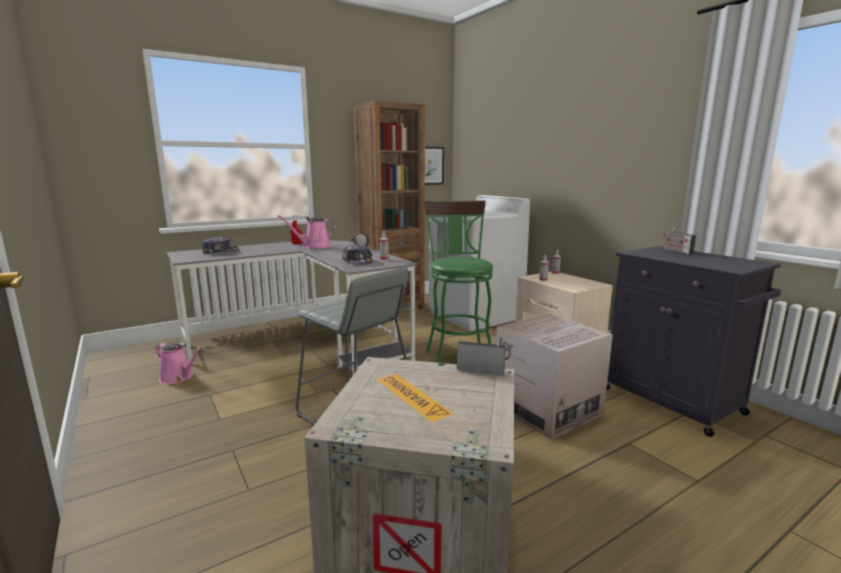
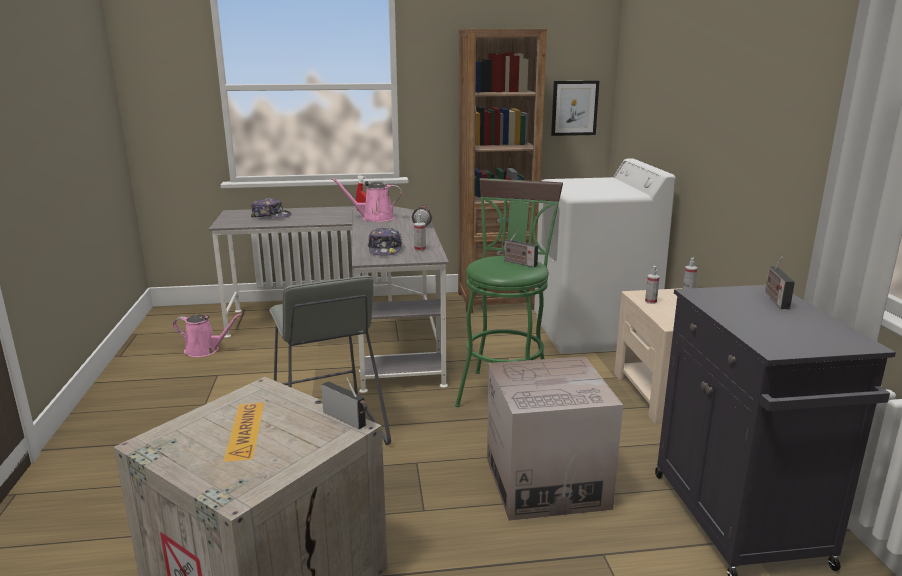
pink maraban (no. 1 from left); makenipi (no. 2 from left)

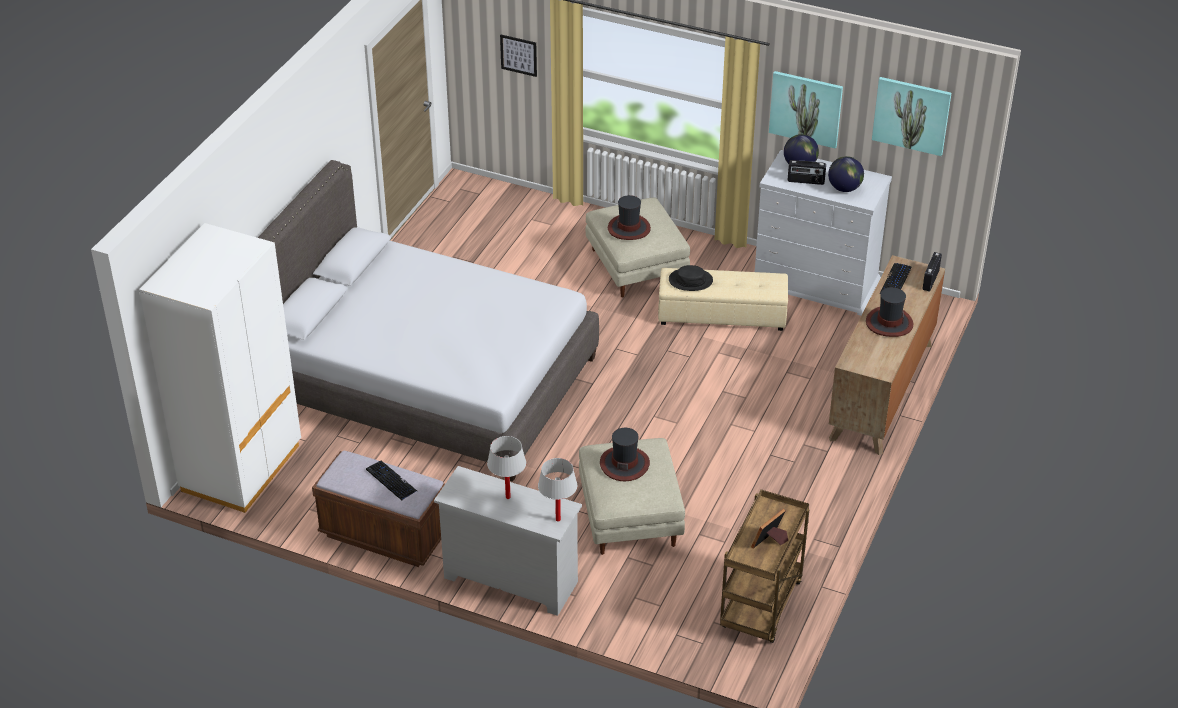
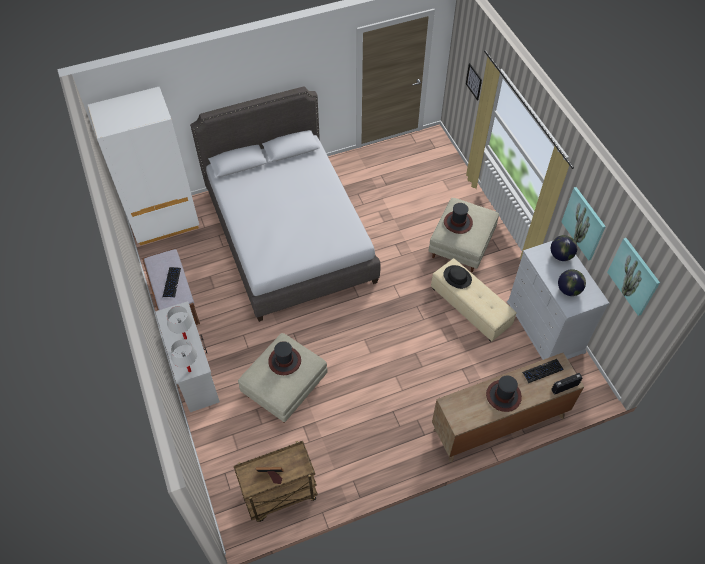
makenipi (no. 1 from left in the first image)

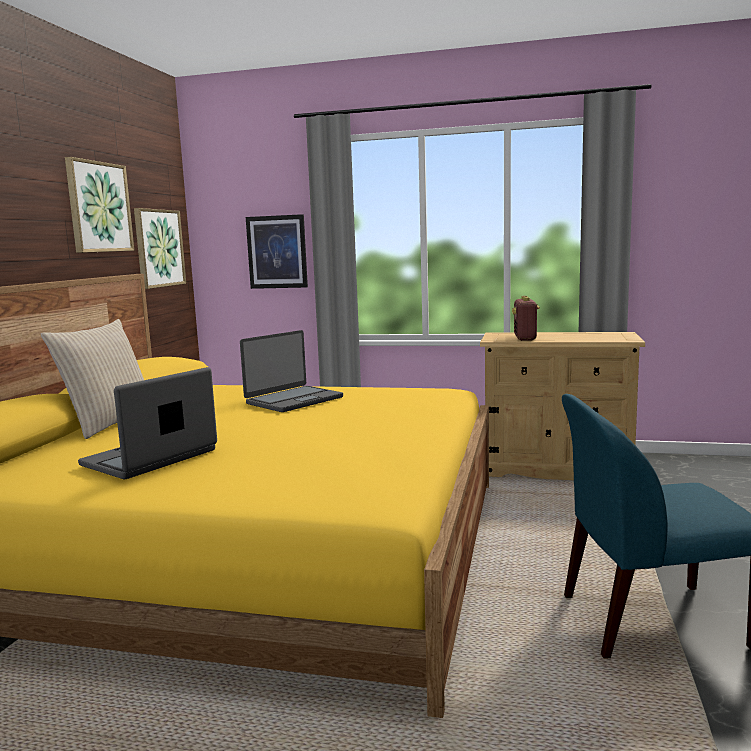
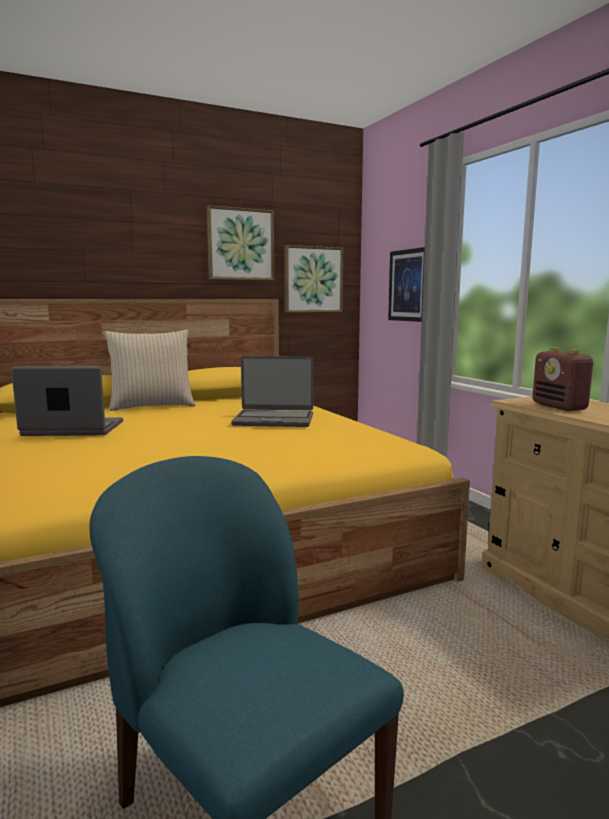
makenipi

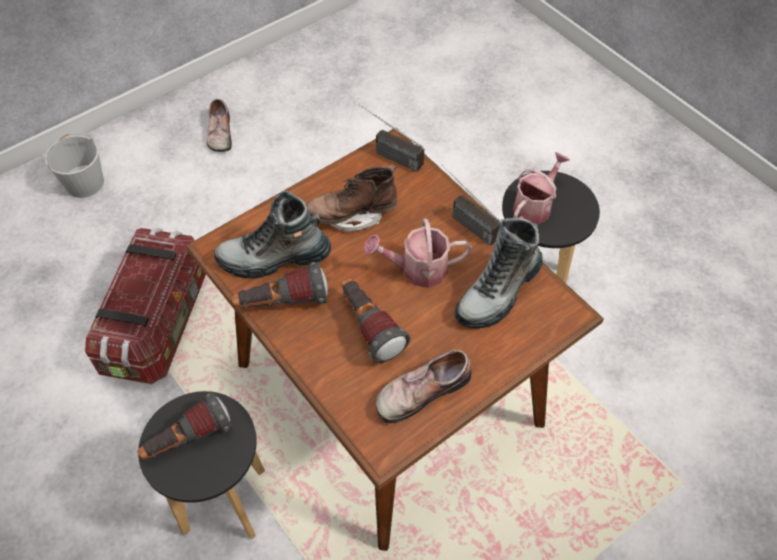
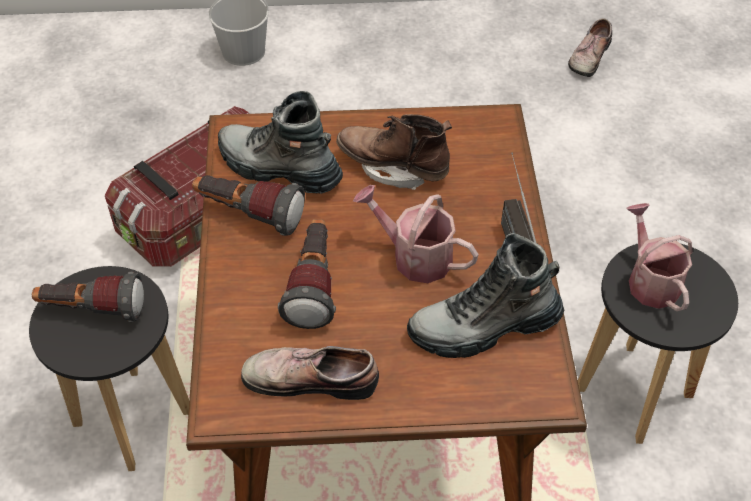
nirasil (no. 2 from left); maraban (no. 2 from left); makenipi (no. 1 from left in the first image)

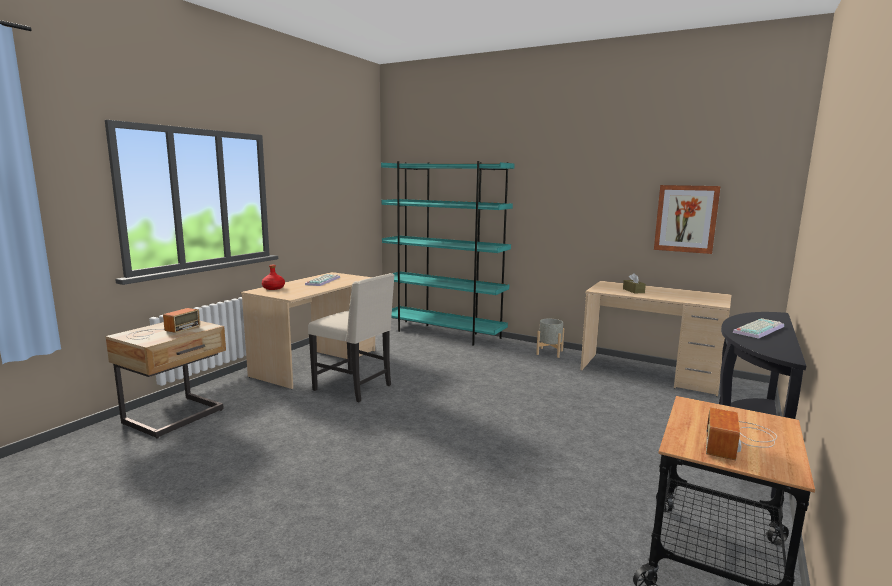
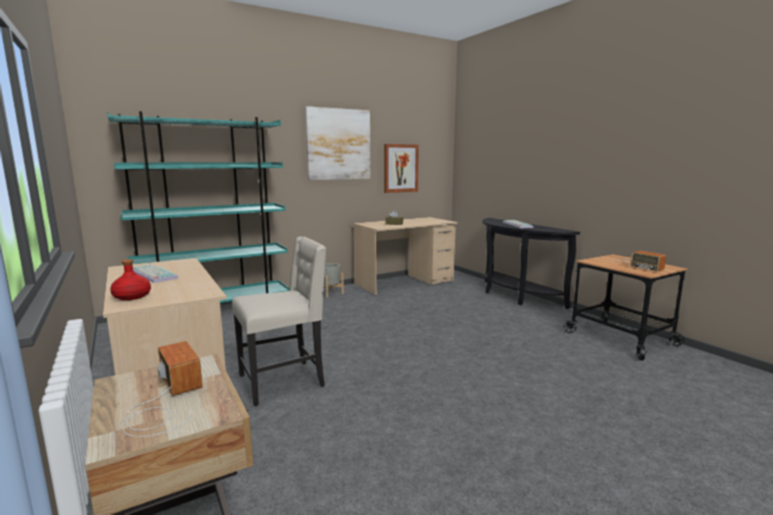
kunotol (no. 1 from left)

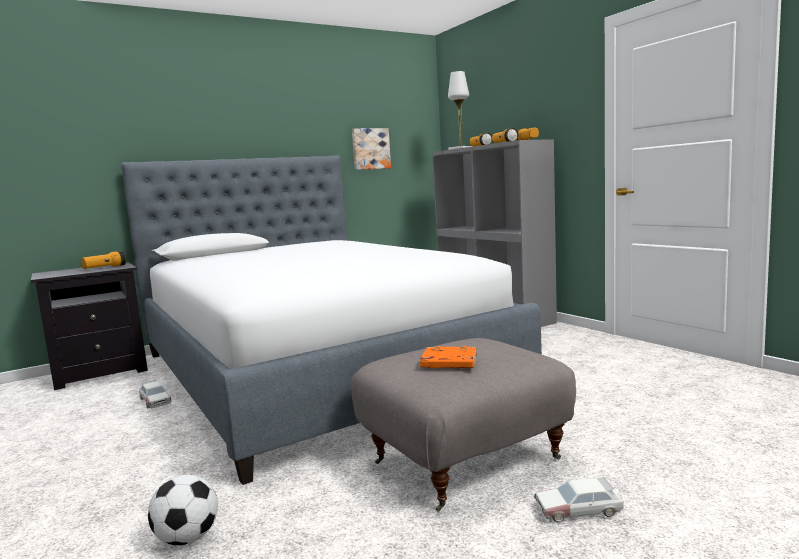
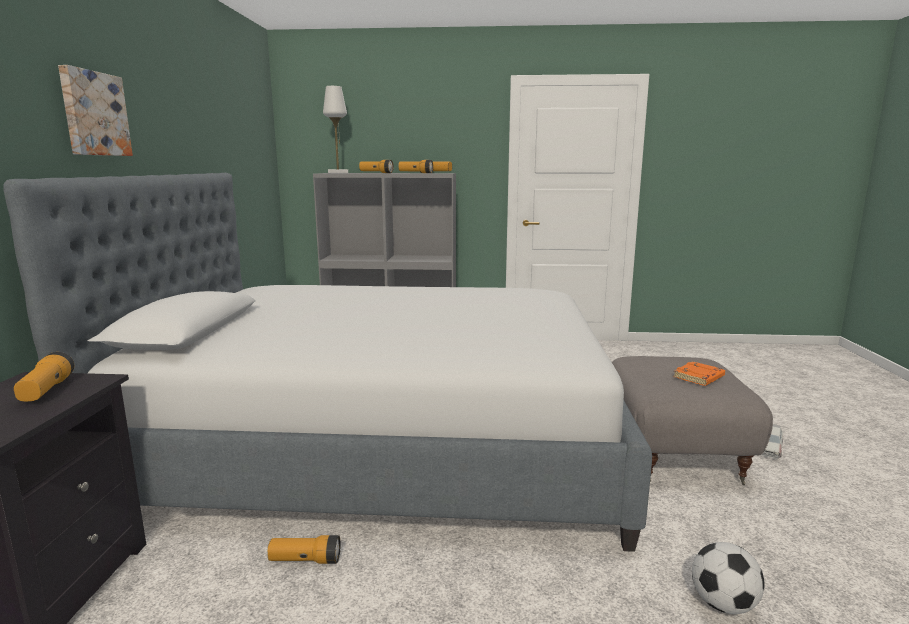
kunotol; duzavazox (no. 2 from left)

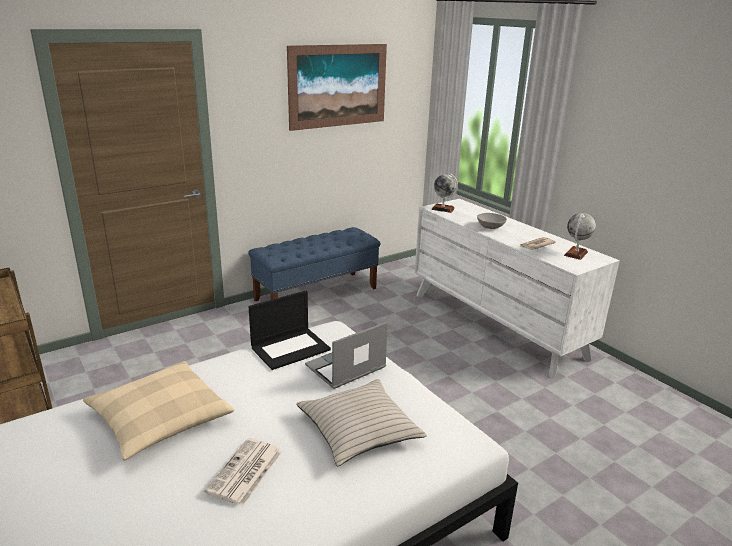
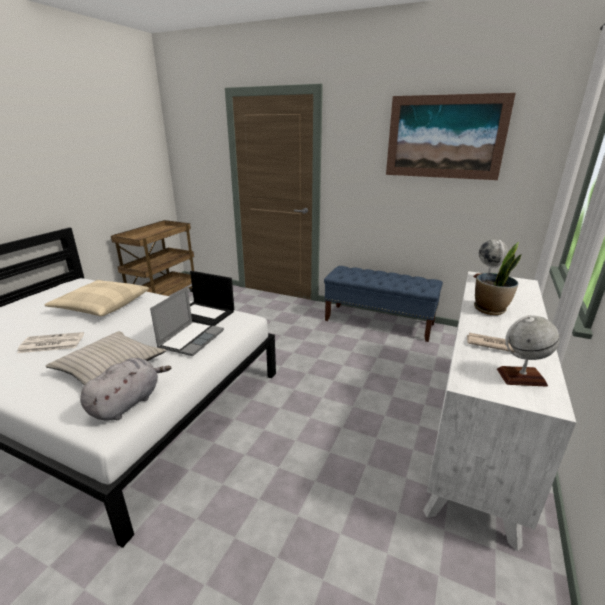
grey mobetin; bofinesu (no. 1 from left); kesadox

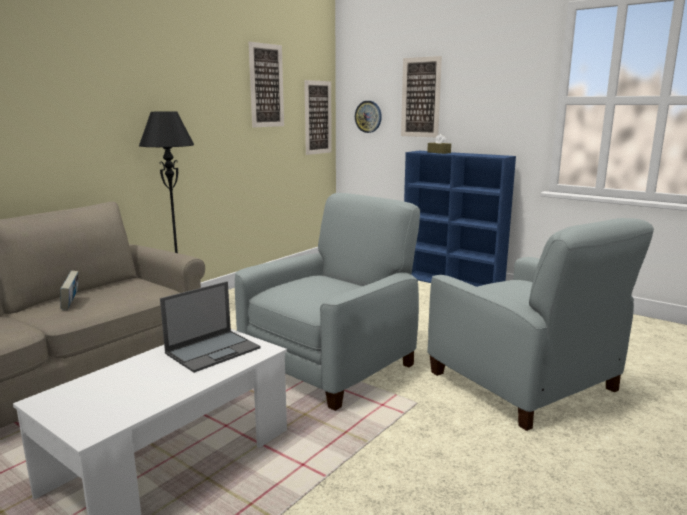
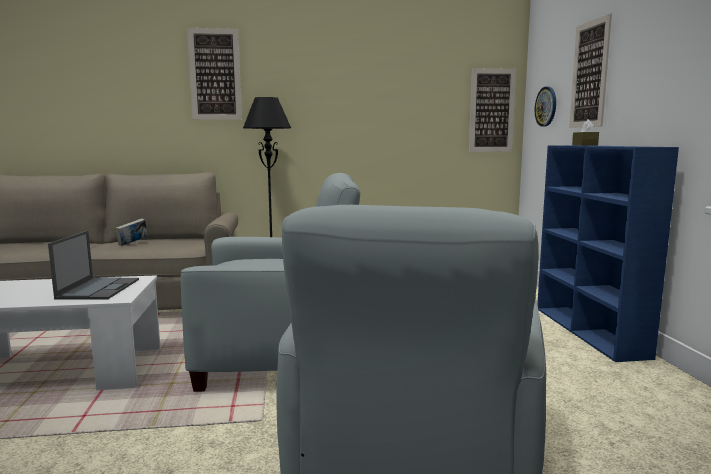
bofinesu; kunotol (no. 1 from left)

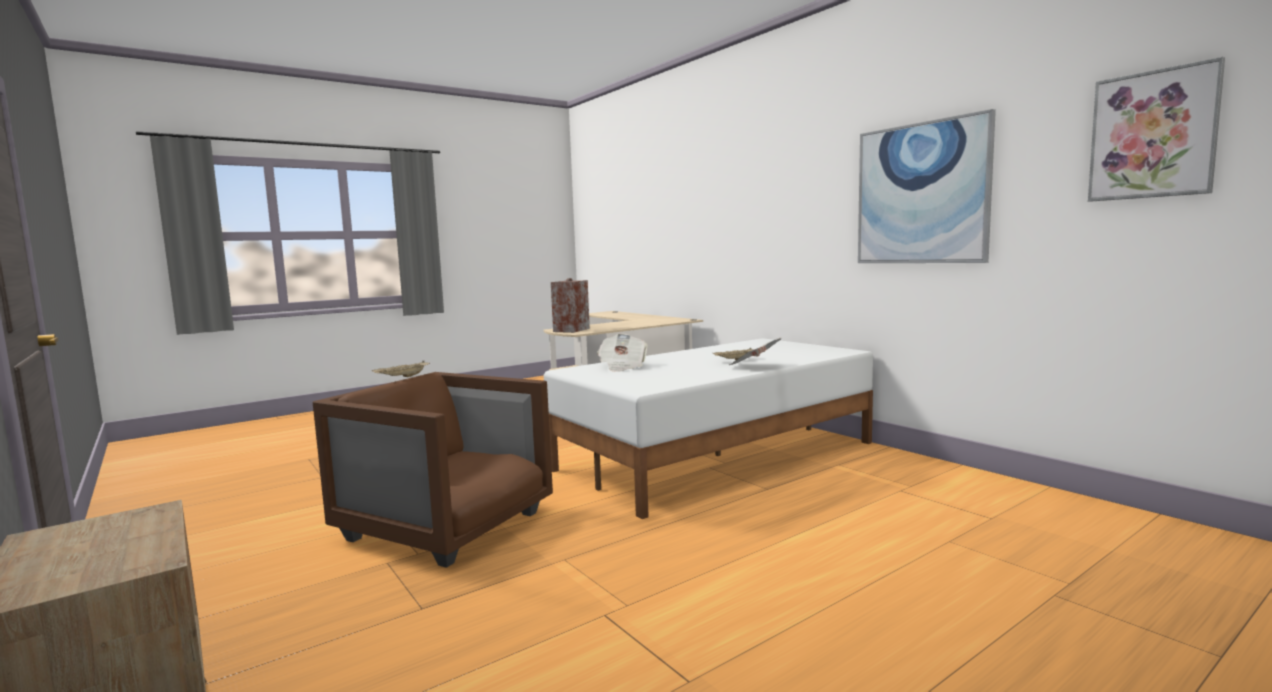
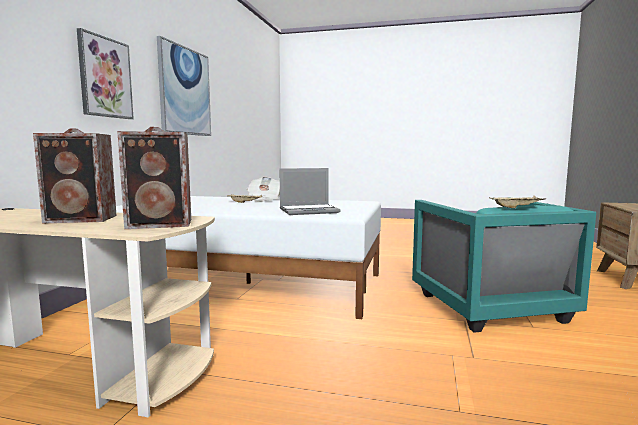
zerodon (no. 1 from left); kunotol (no. 1 from left); bofinesu; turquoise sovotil

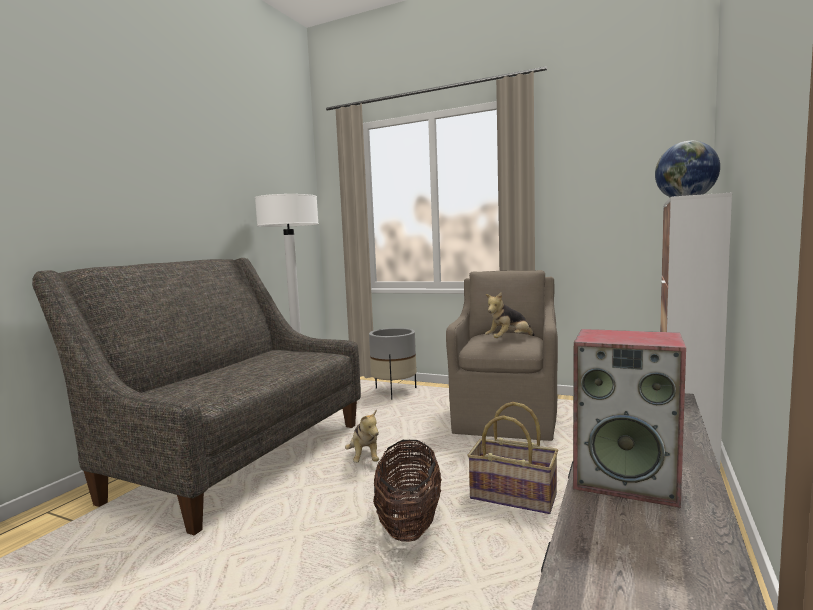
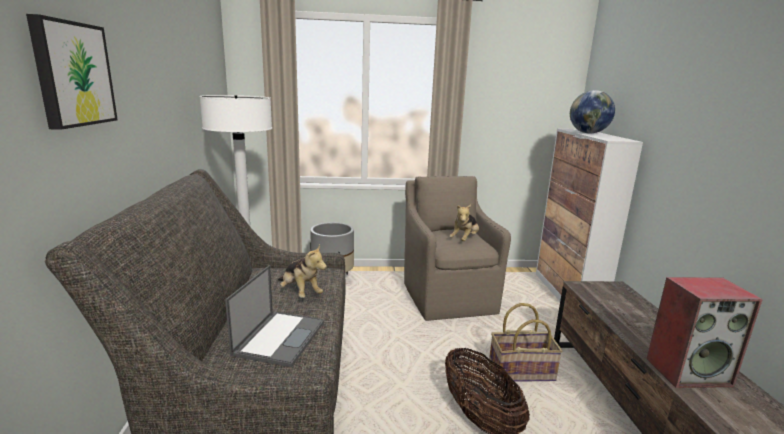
kunotol; bofinesu; mobetin (no. 1 from left)

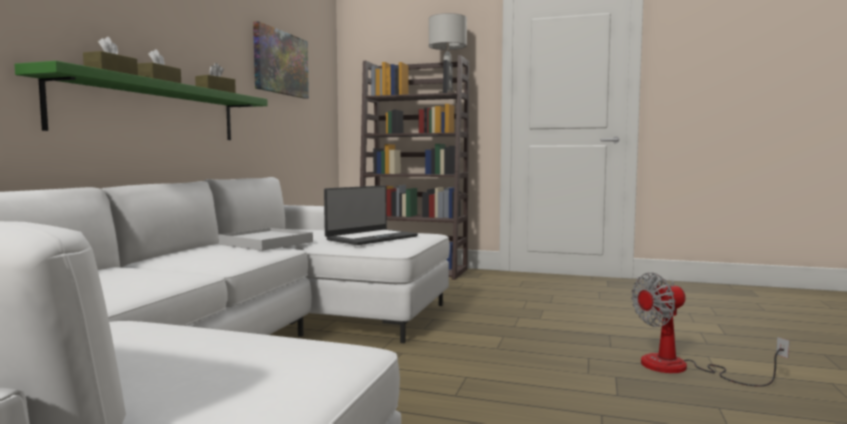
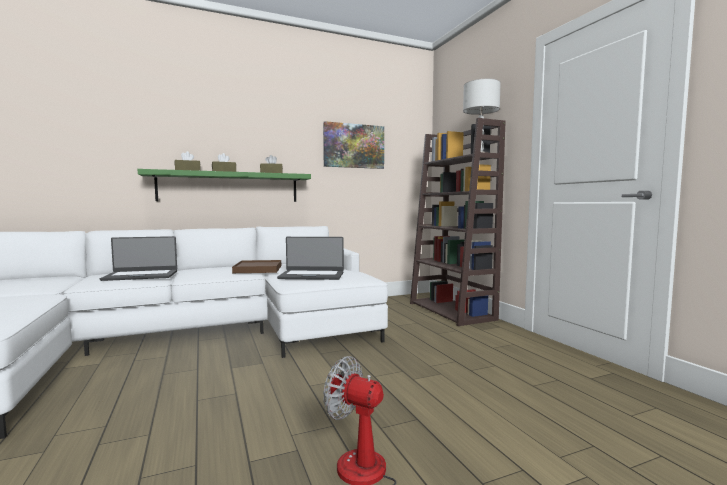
bofinesu (no. 1 from left); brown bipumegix

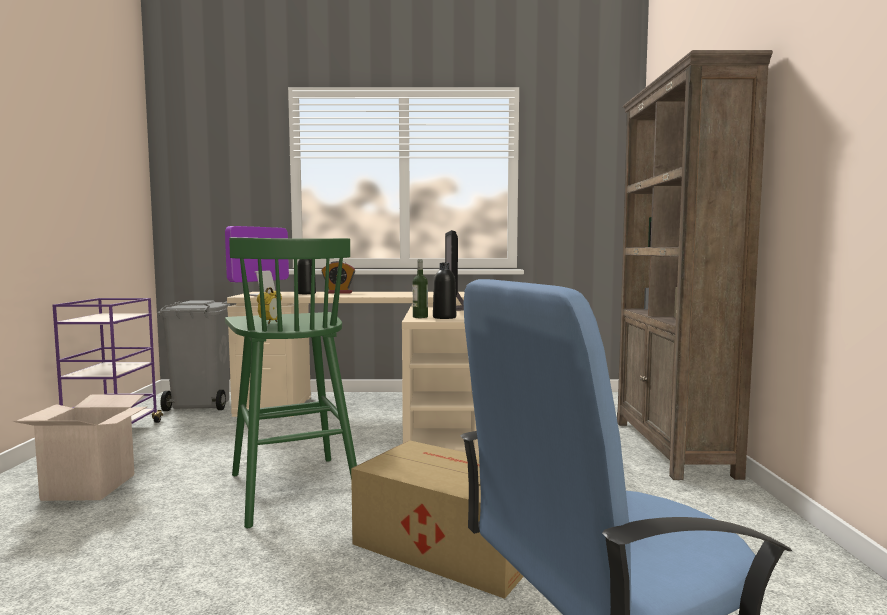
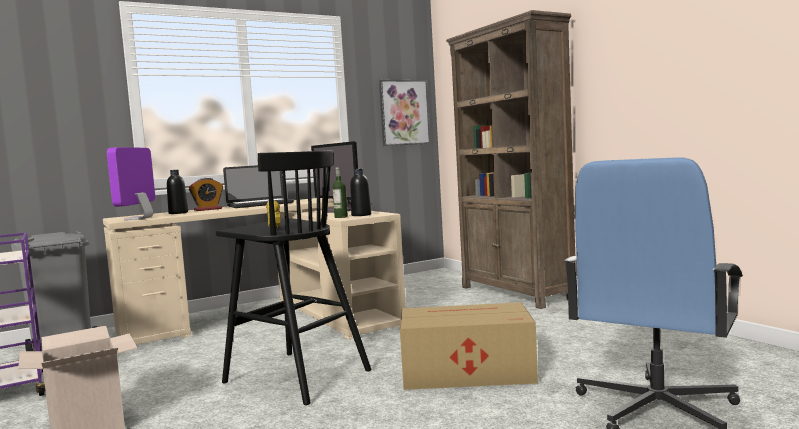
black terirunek; bofinesu; kunotol

